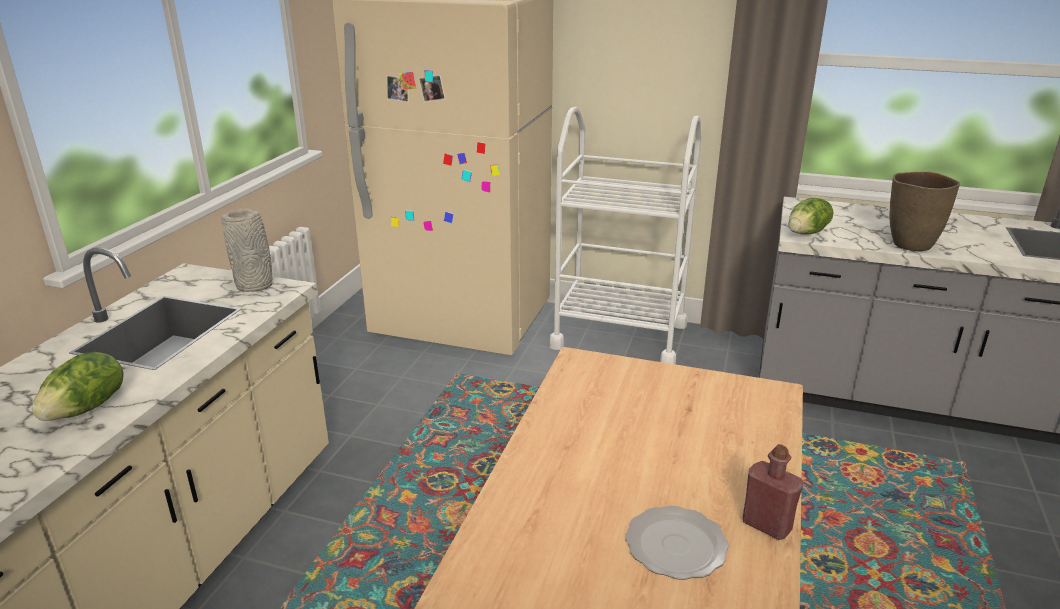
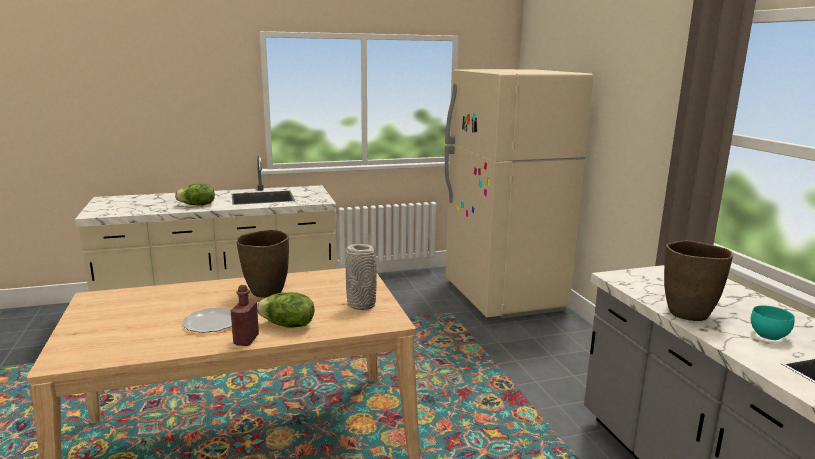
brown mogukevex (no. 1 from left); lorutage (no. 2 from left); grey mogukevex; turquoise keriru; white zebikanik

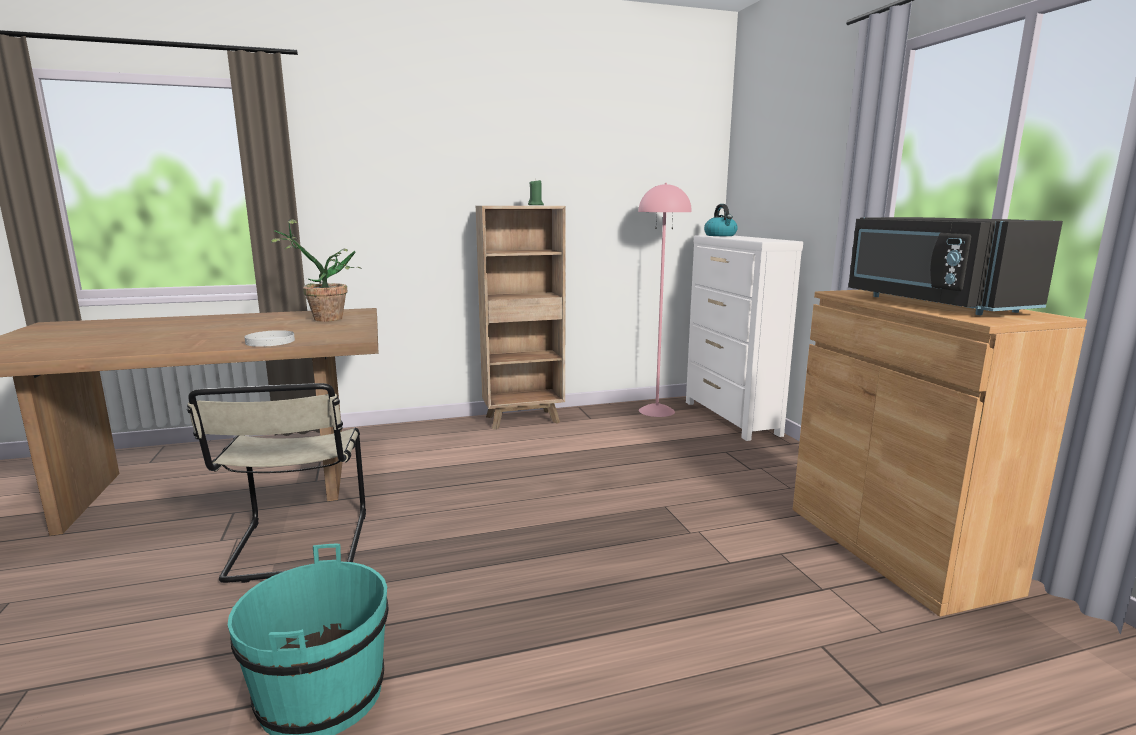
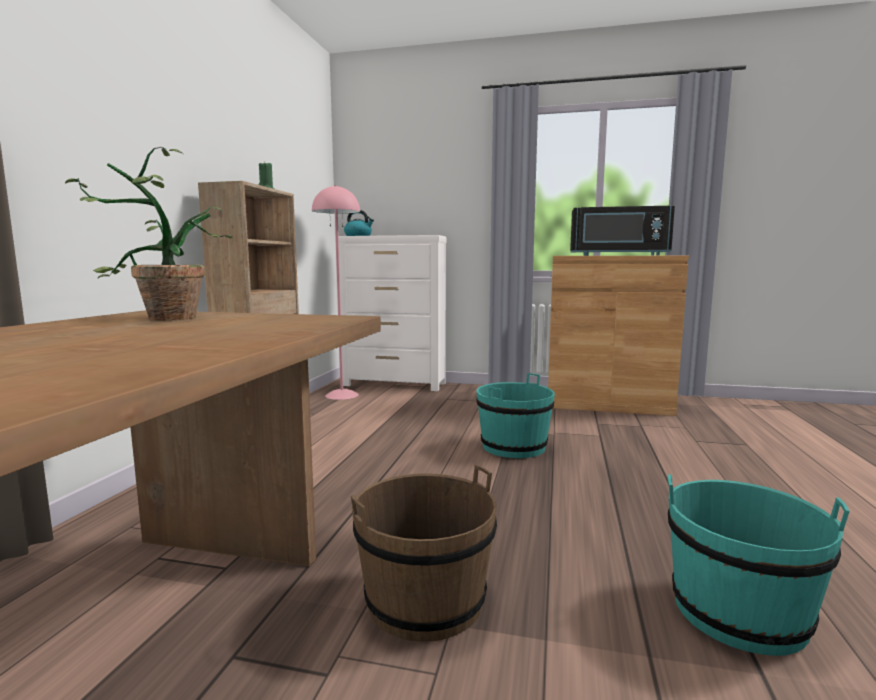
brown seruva; turquoise seruva (no. 1 from left); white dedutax

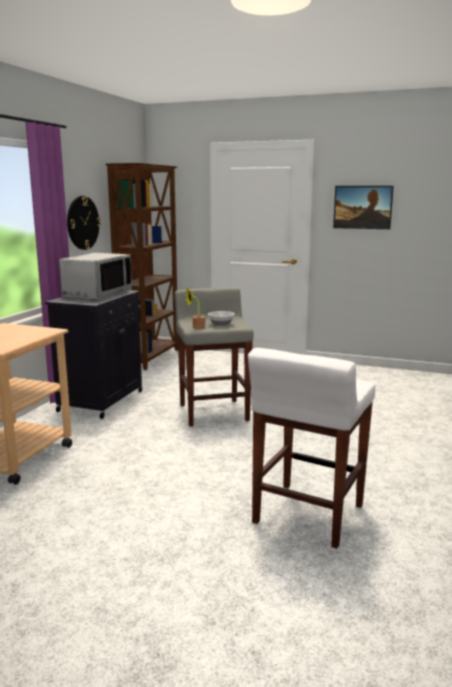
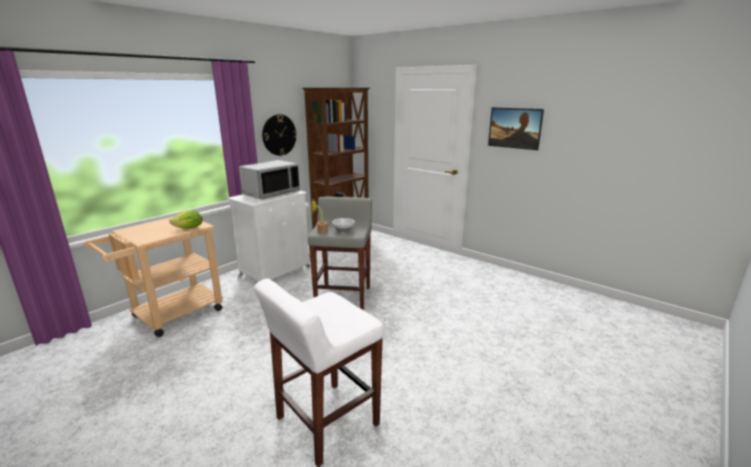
lorutage; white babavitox

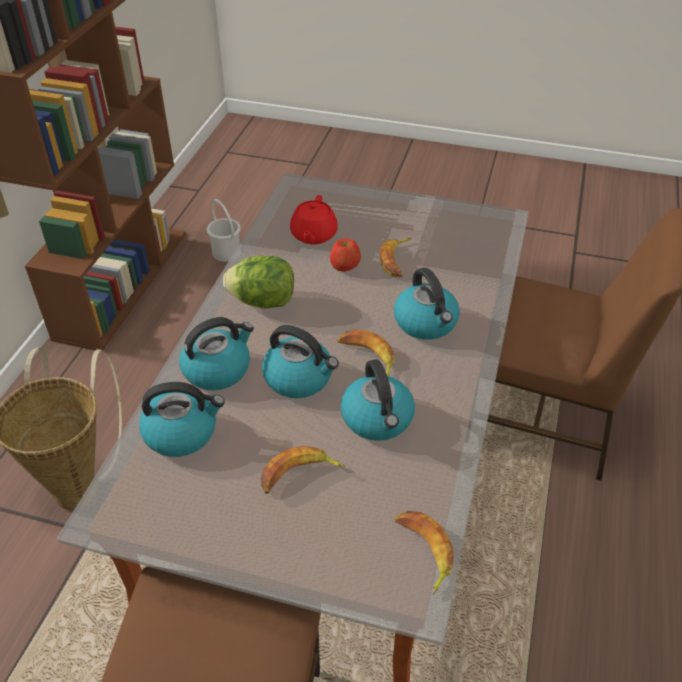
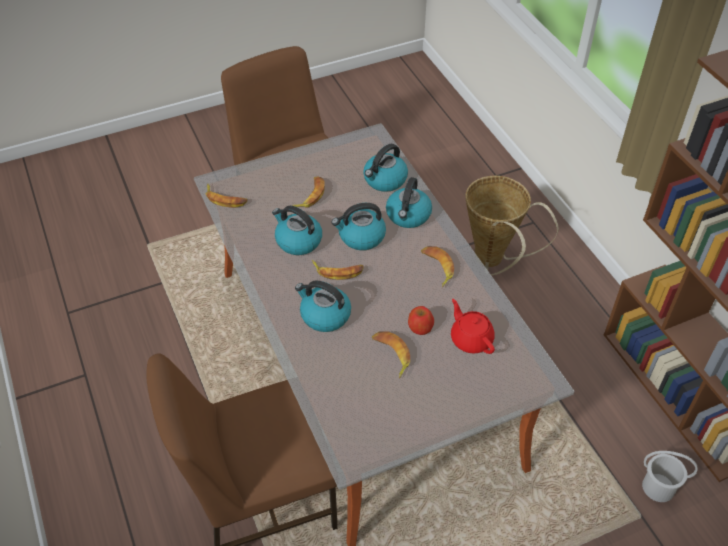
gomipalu (no. 5 from left)

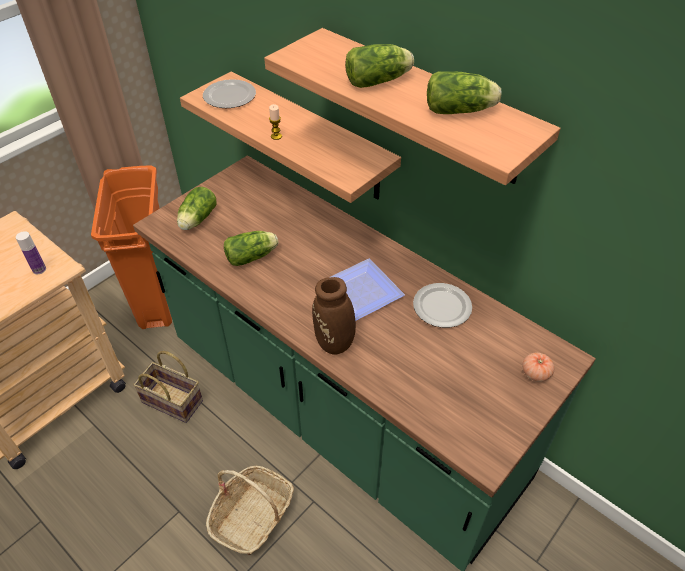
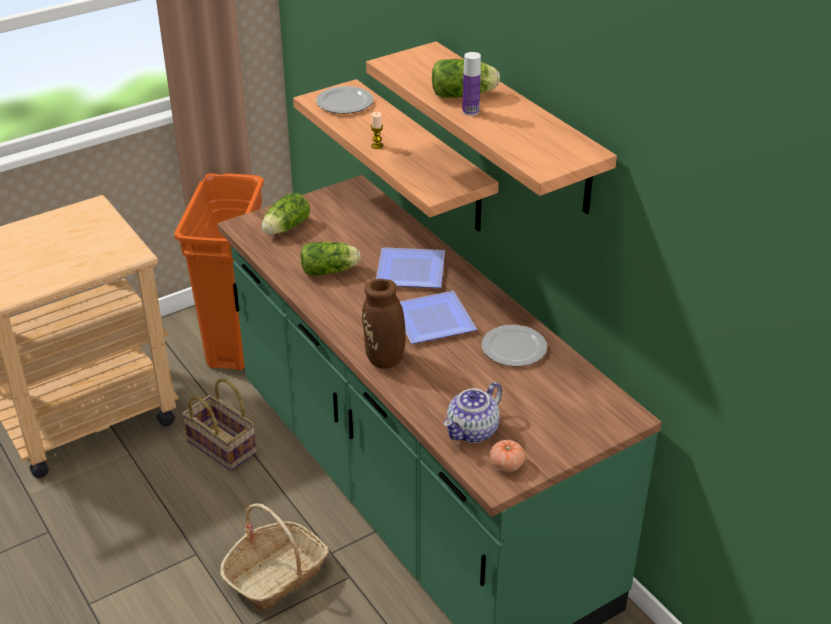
dedutax (no. 2 from left); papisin; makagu; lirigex; lorutage (no. 4 from left in the first image)

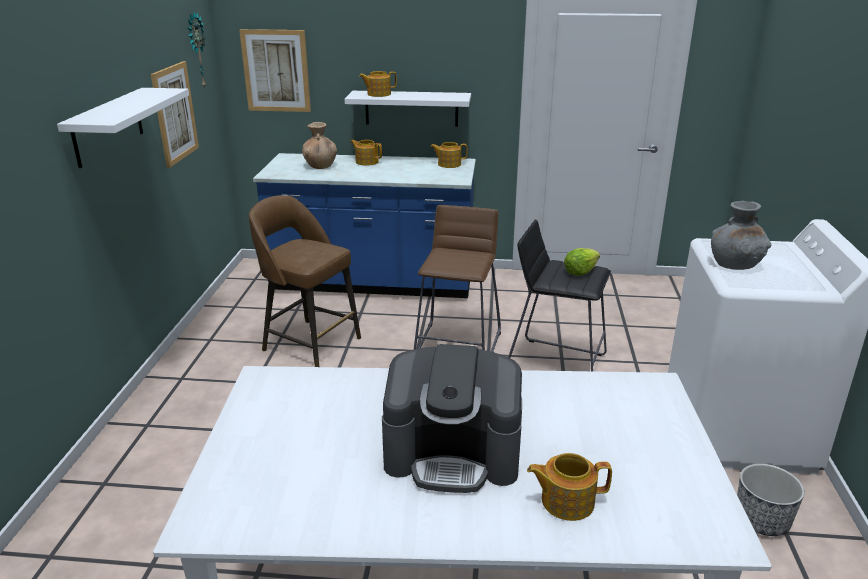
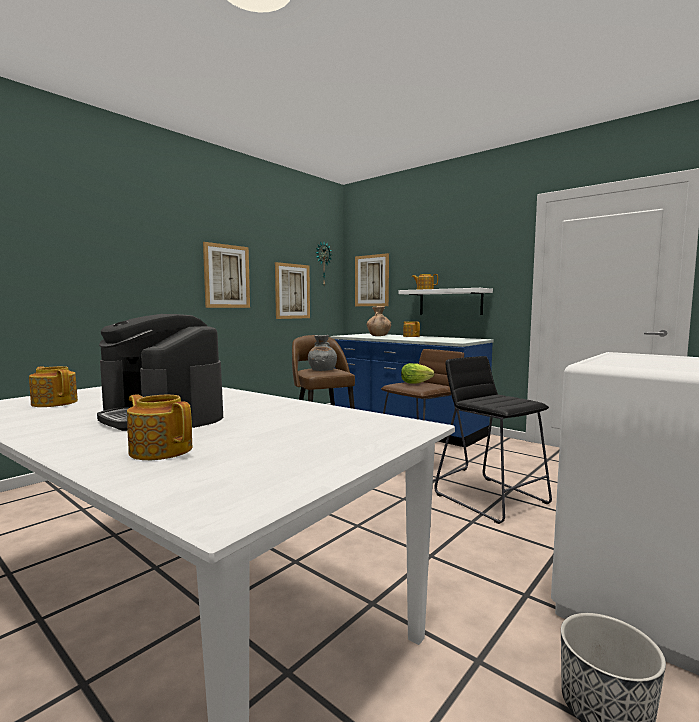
papisin (no. 1 from left); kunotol (no. 1 from left); grey mogukevex; lorutage

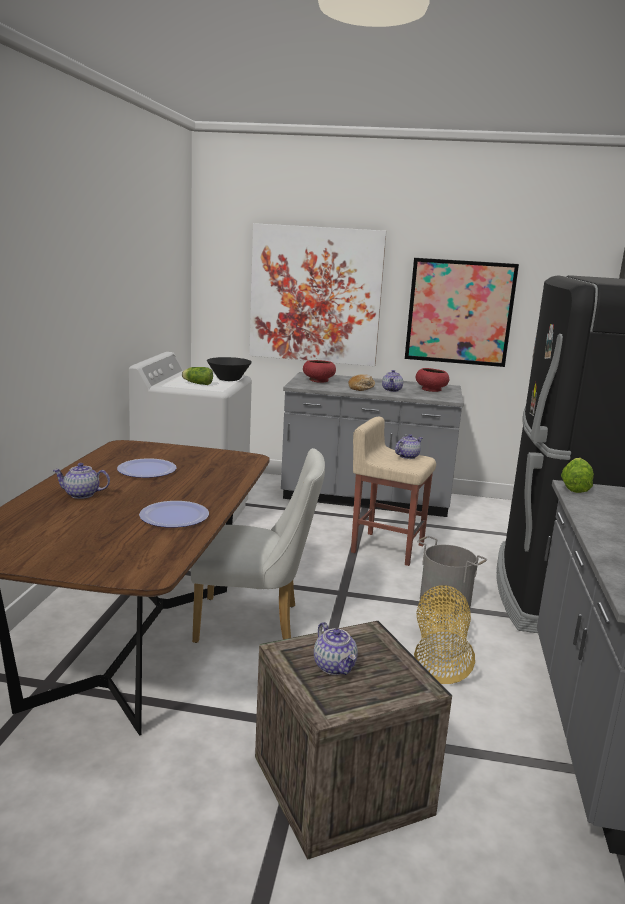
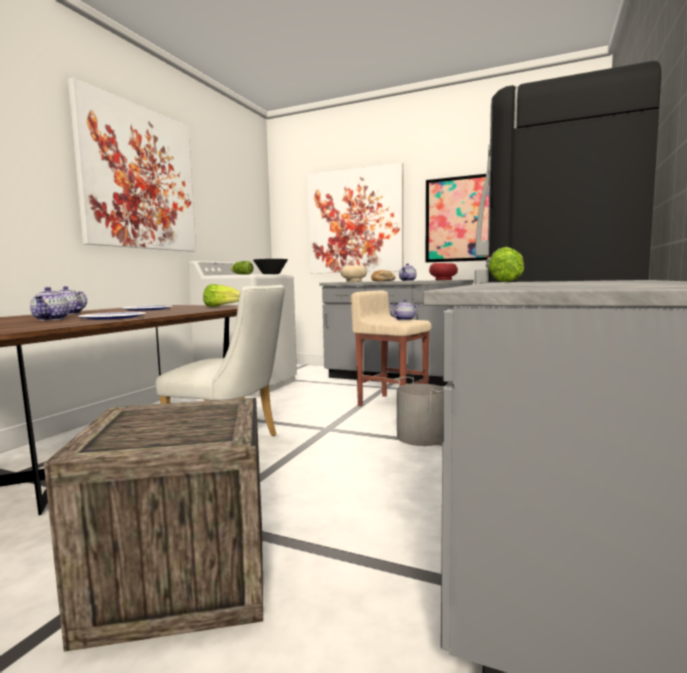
papisin (no. 1 from left); kunotol (no. 1 from left); lorutage (no. 1 from left); beige keriru; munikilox

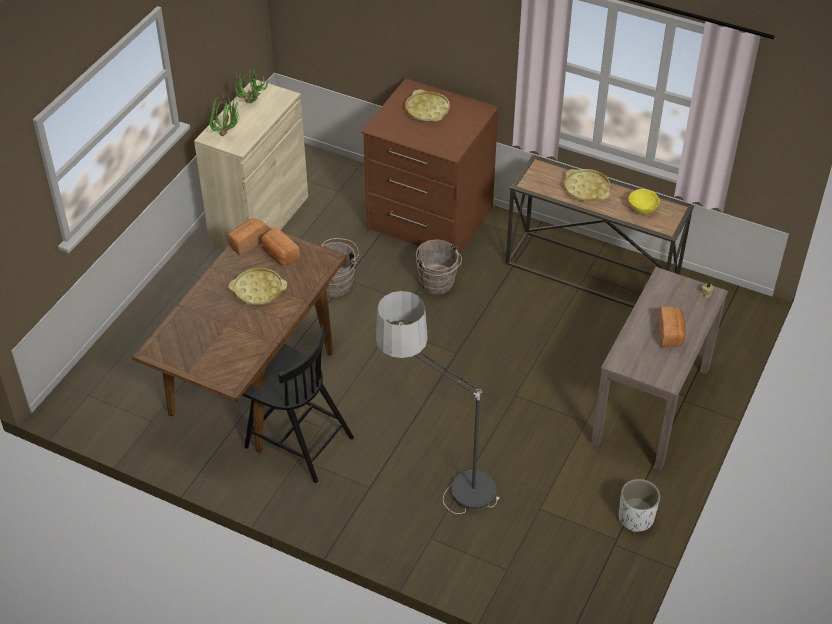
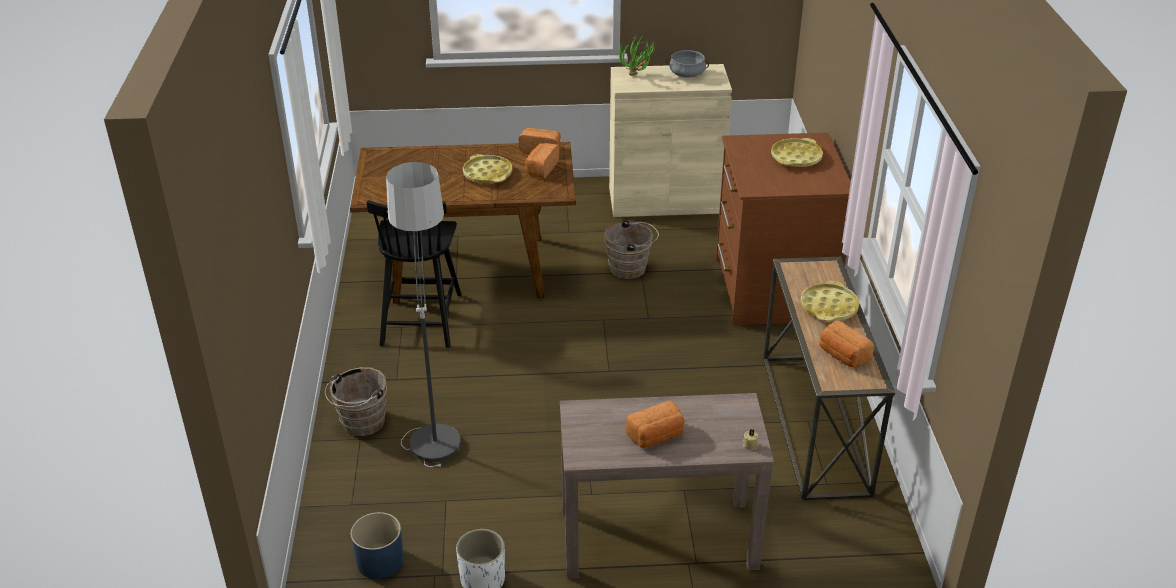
brown seruva (no. 1 from left); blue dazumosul; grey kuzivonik; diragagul (no. 4 from left)

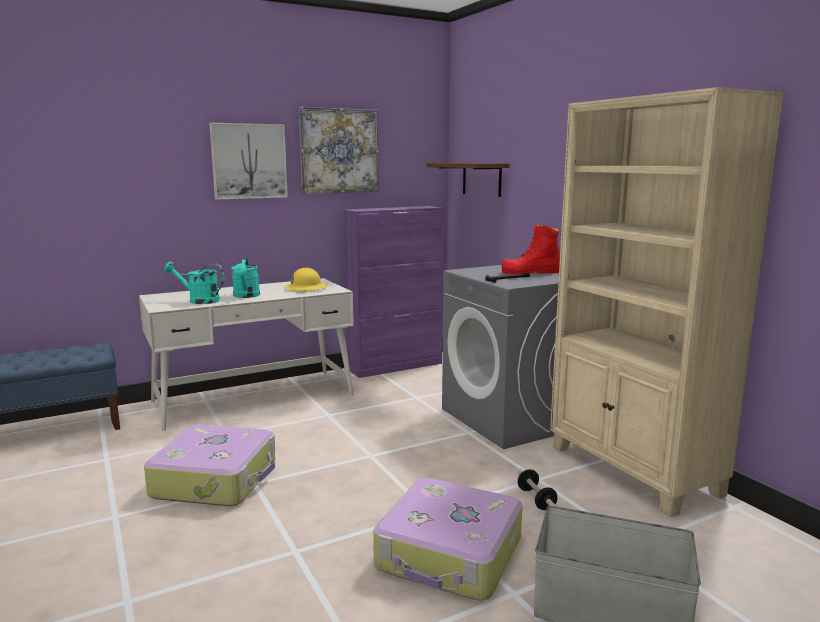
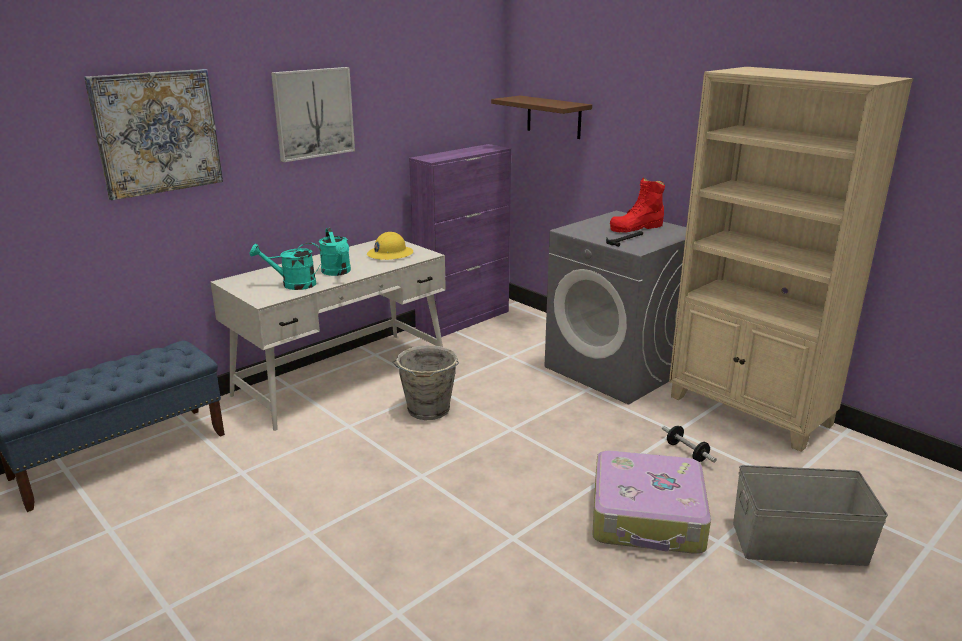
kunotol (no. 1 from left); grey seruva; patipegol (no. 1 from left in the first image)

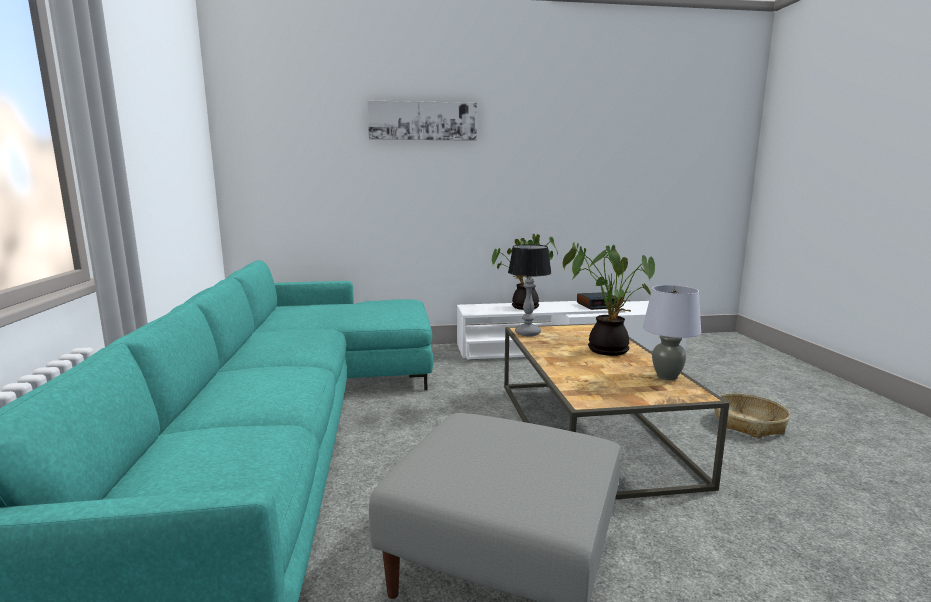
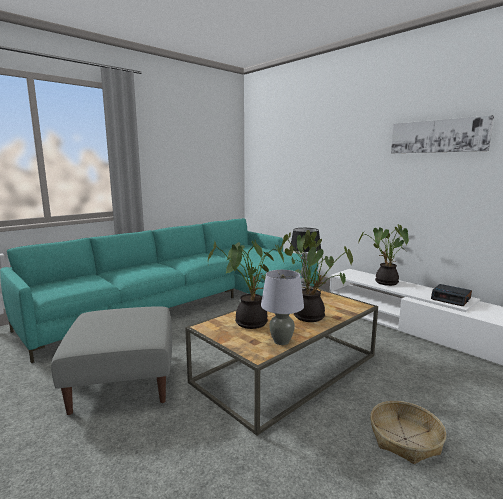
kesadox (no. 1 from left); kunotol

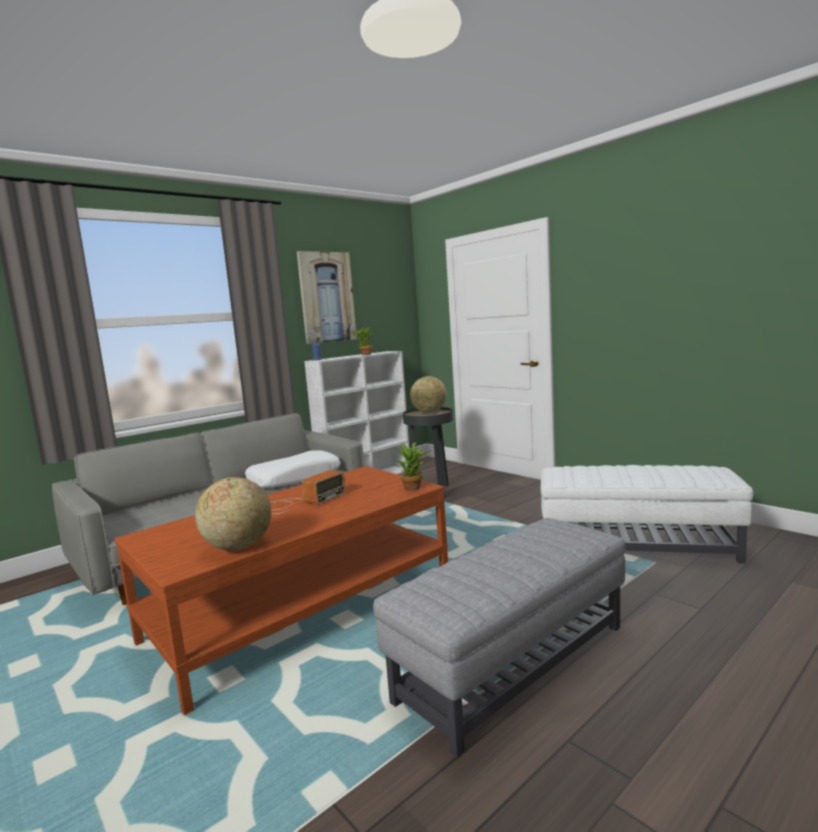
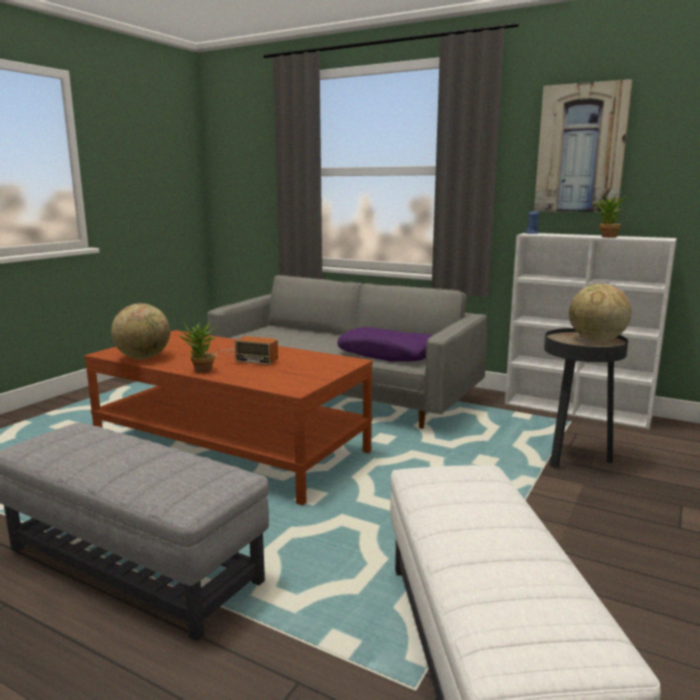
kesadox (no. 1 from left); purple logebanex

